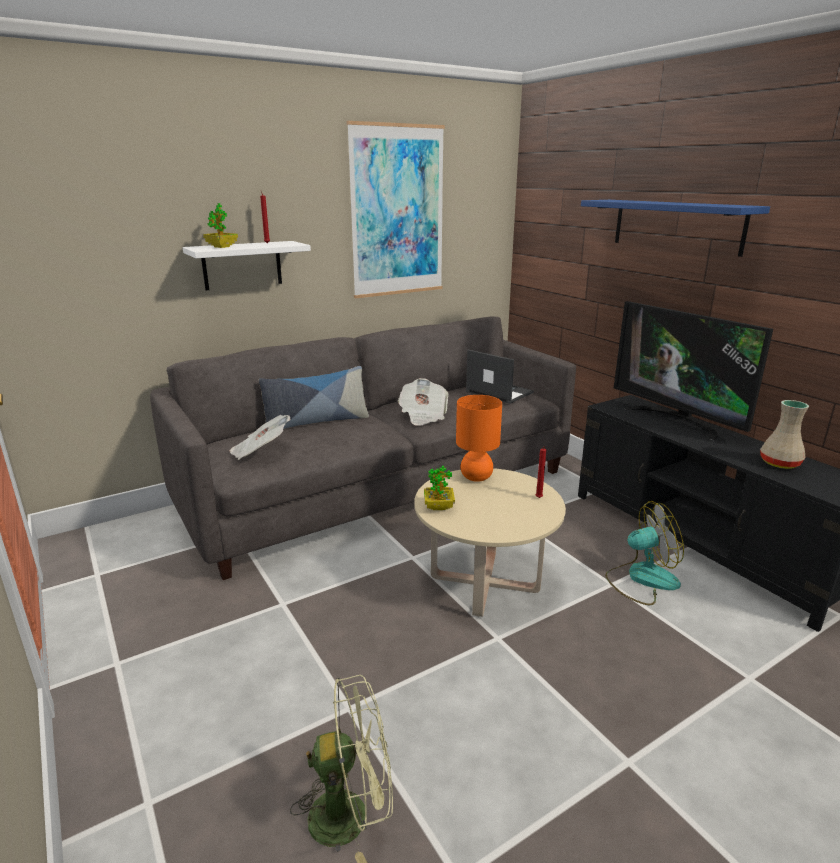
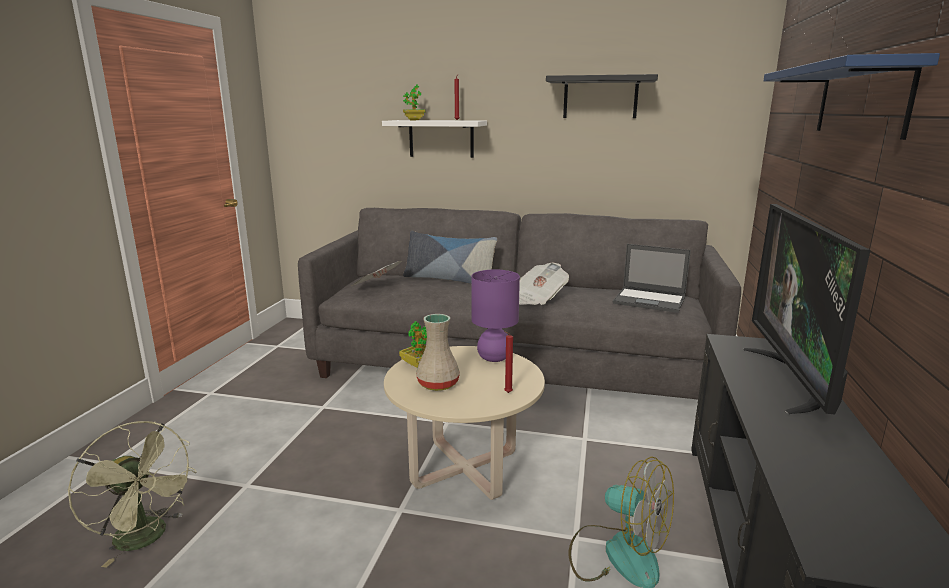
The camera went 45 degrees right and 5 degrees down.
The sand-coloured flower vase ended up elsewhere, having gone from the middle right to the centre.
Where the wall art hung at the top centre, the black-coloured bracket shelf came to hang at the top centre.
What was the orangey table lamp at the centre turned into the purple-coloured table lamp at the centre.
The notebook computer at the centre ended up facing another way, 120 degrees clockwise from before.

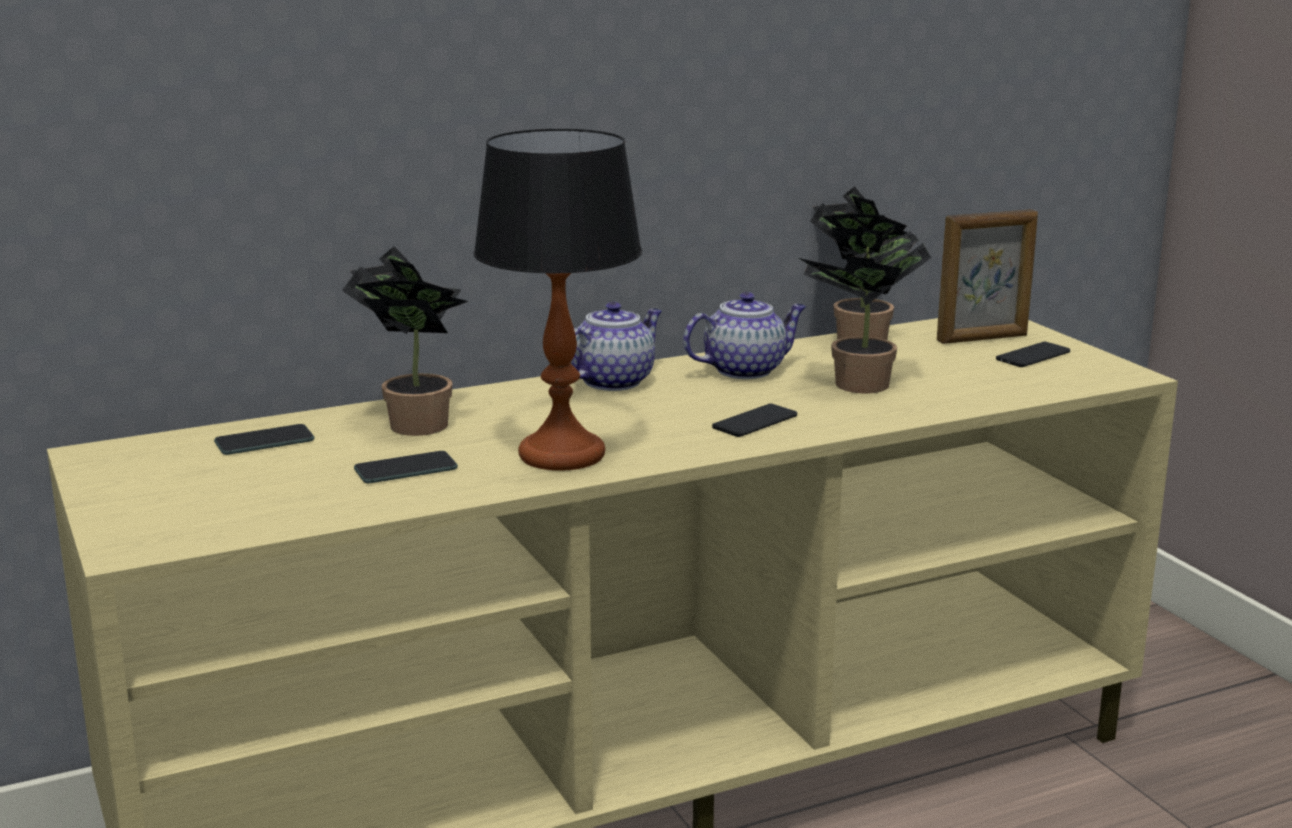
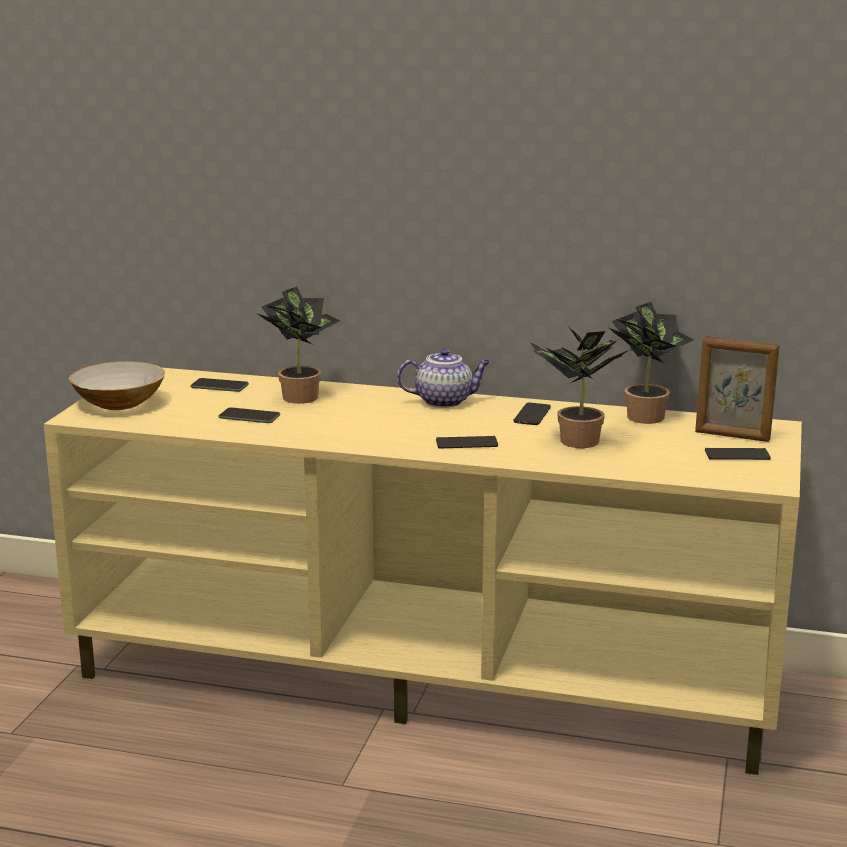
The camera went 40 degrees right and 0 degrees up.
The second view lost the table lamp at the centre.
The second view gained the bowl at the middle left.
Where the teapot (no. 2 from left) stood at the centre, the telephone (no. 4 from left) came to stand at the centre.

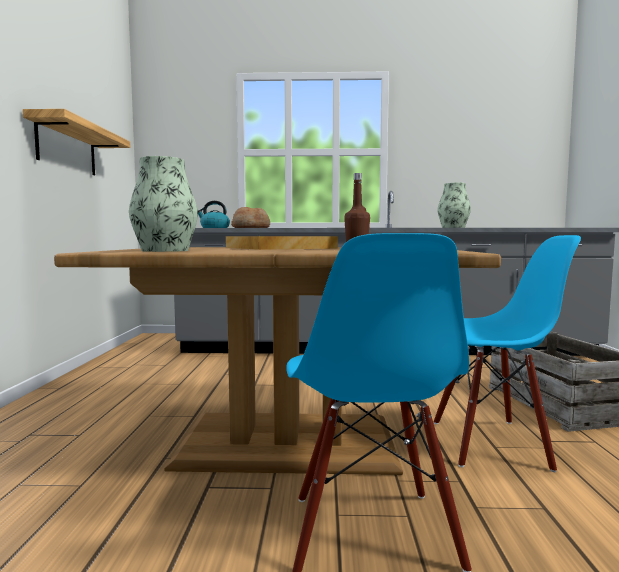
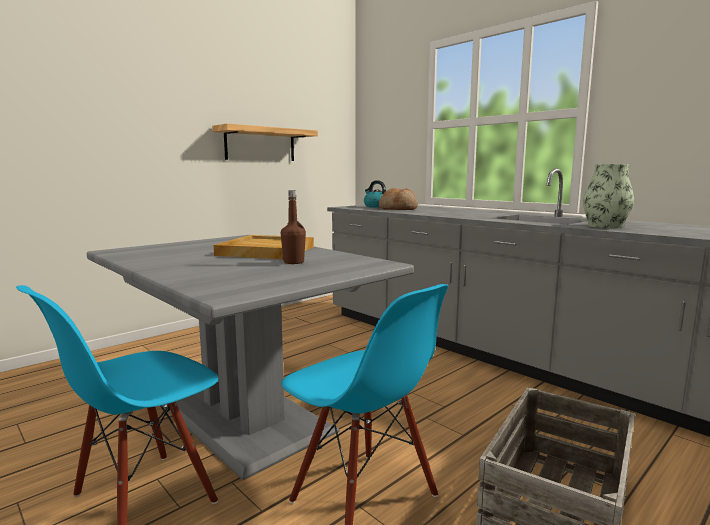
The camera went 45 degrees right and 5 degrees up.
The second view lost the flower vase (no. 1 from left) at the middle left.
What was the brown-coloured dining table at the centre turned into the greyish dining table at the bottom centre.

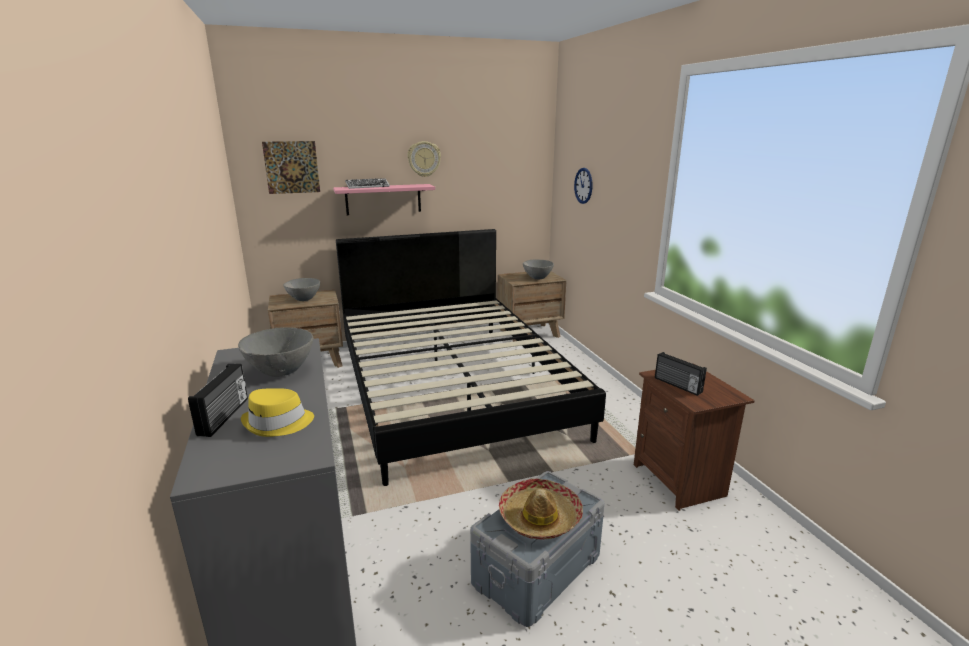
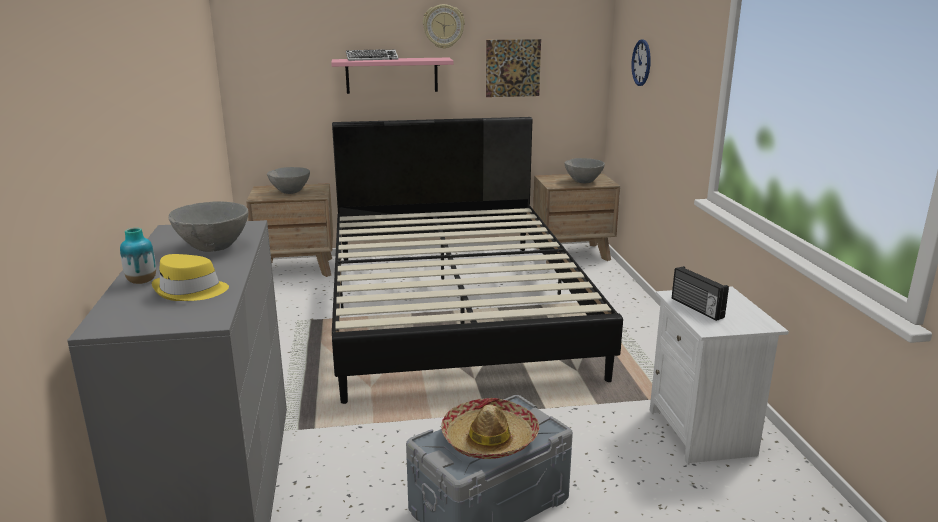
The camera went 10 degrees right and 0 degrees up.
The wall art ended up elsewhere, having gone from the top left to the top centre.
Where the radio (no. 1 from left) stood at the middle left, the flower vase came to stand at the middle left.
What was the brown-coloured bedside table (no. 3 from left) at the bottom right turned into the white bedside table at the bottom right.

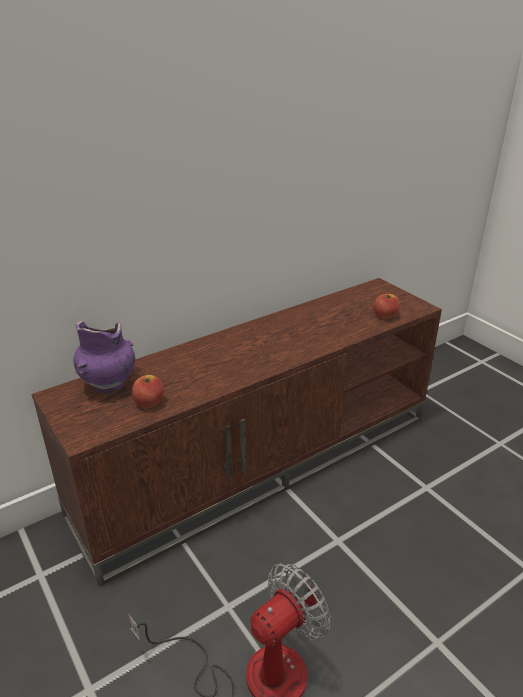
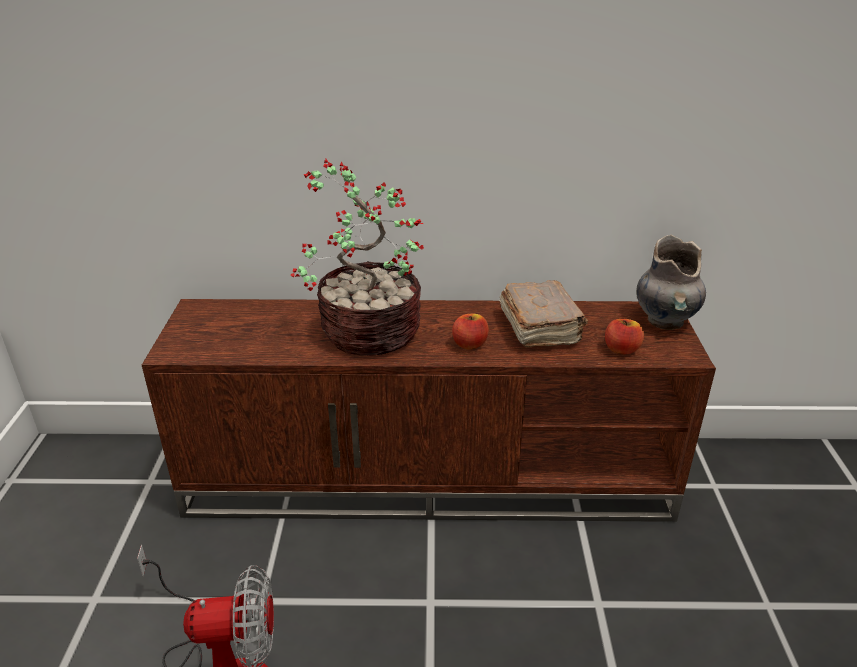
The camera went 35 degrees right and 0 degrees up.
The second view lost the purple-coloured flower vase at the middle left.
The second view gained the potted plant at the centre.
The second view gained the brown-coloured volume at the centre.
The second view gained the greyish flower vase at the middle right.
The whole apple (no. 1 from left) ended up elsewhere, having gone from the middle left to the centre.

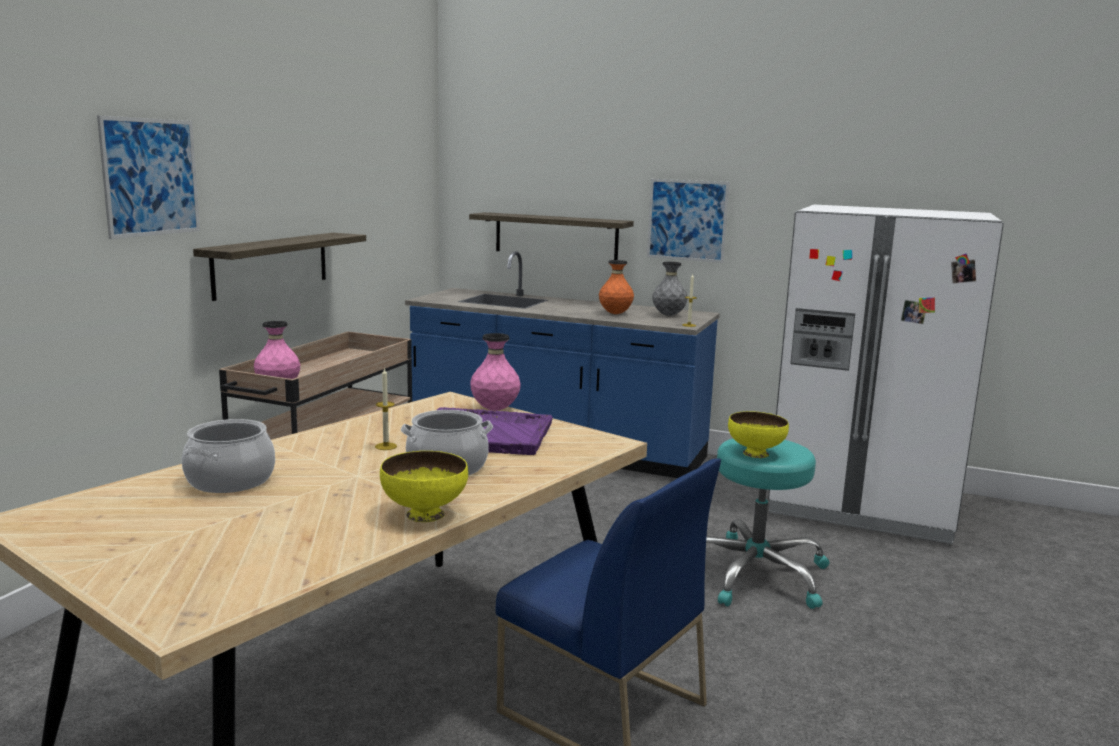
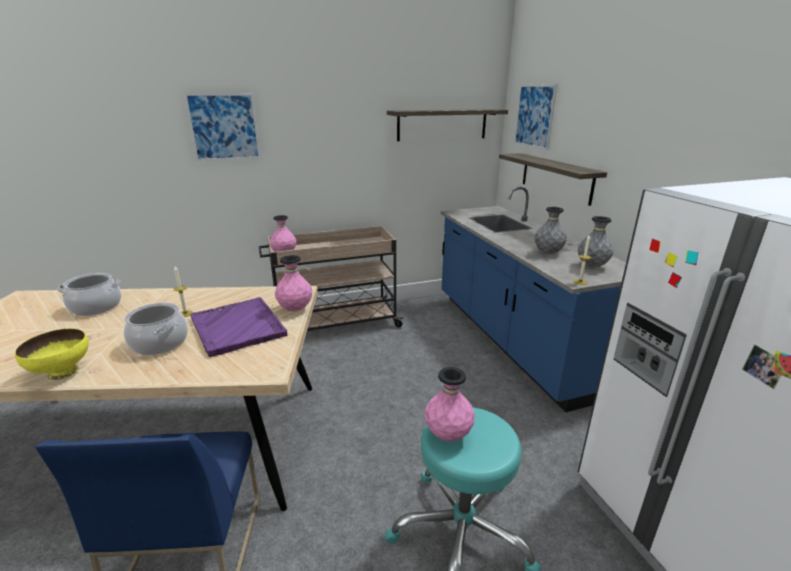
The camera went 50 degrees right and 10 degrees up.
The bracket shelf (no. 1 from left) ended up elsewhere, having gone from the middle left to the top centre.
The wall art (no. 2 from left) ended up elsewhere, having gone from the top centre to the top right.
Where the yellow bowl (no. 2 from left) stood at the middle right, the pink-coloured flower vase (no. 3 from left) came to stand at the bottom centre.
What was the orangey flower vase at the centre turned into the greyish flower vase (no. 1 from left) at the middle right.

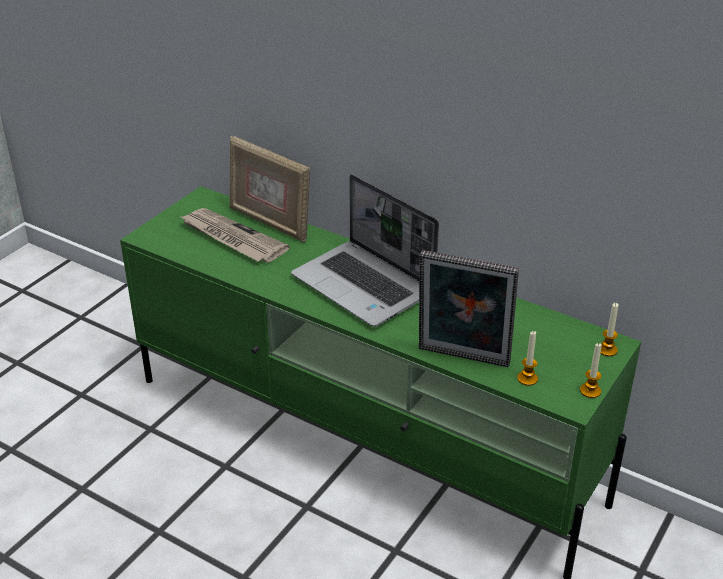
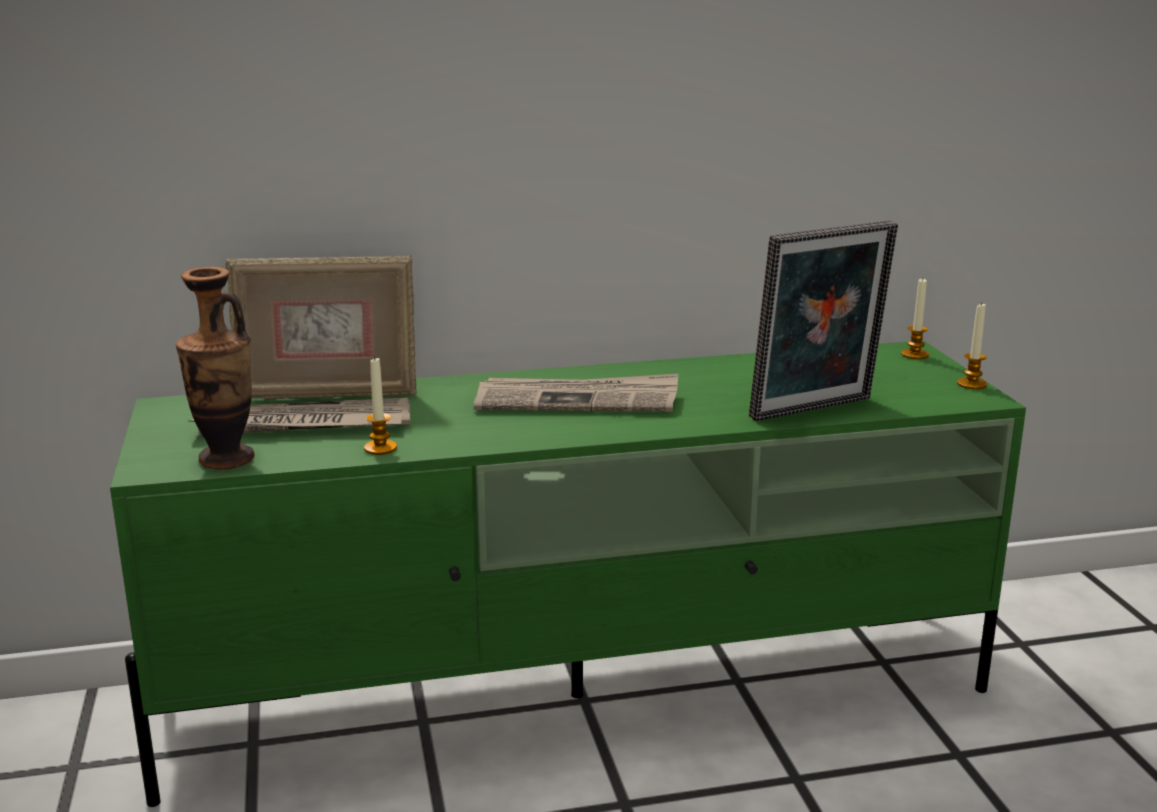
The camera went 45 degrees left and 15 degrees down.
The second view gained the flower vase at the middle left.
The wax candle (no. 1 from left) ended up elsewhere, having gone from the middle right to the middle left.
Where the notebook computer stood at the centre, the printed paper (no. 2 from left) came to stand at the centre.

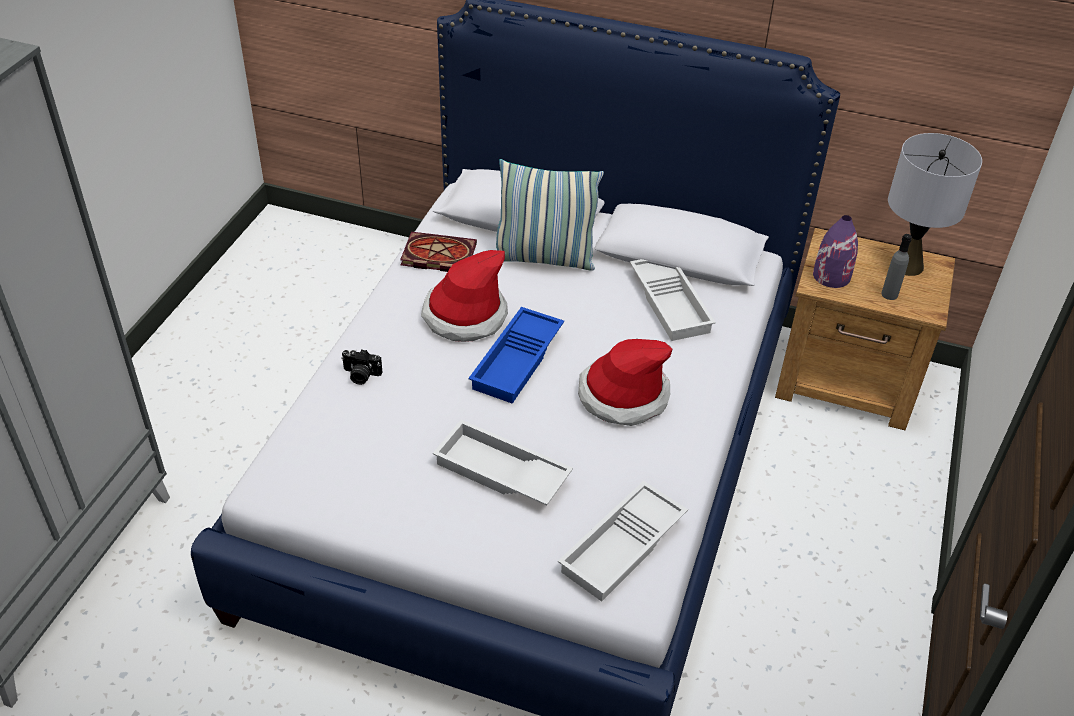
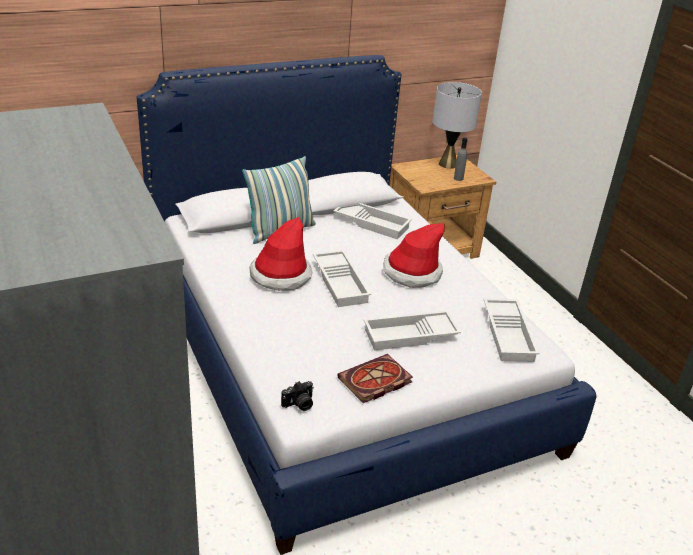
The camera went 45 degrees left and 10 degrees down.
The second view lost the purple-coloured flower vase at the middle right.
The still camera ended up elsewhere, having gone from the centre to the bottom centre.
The volume ended up elsewhere, having gone from the centre to the bottom centre.
What was the bluish carrying tray at the centre turned into the white carrying tray (no. 1 from left) at the centre.

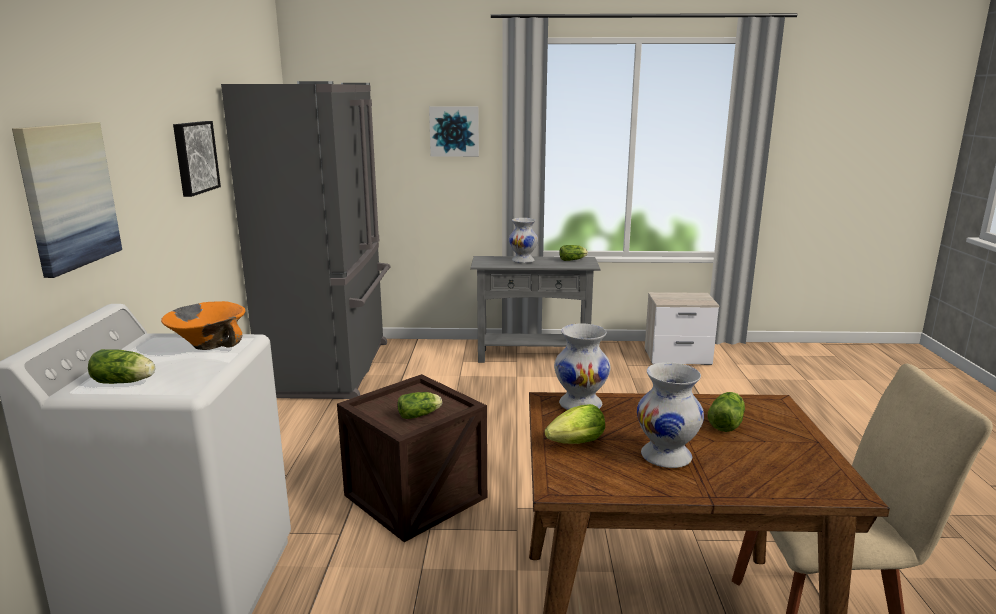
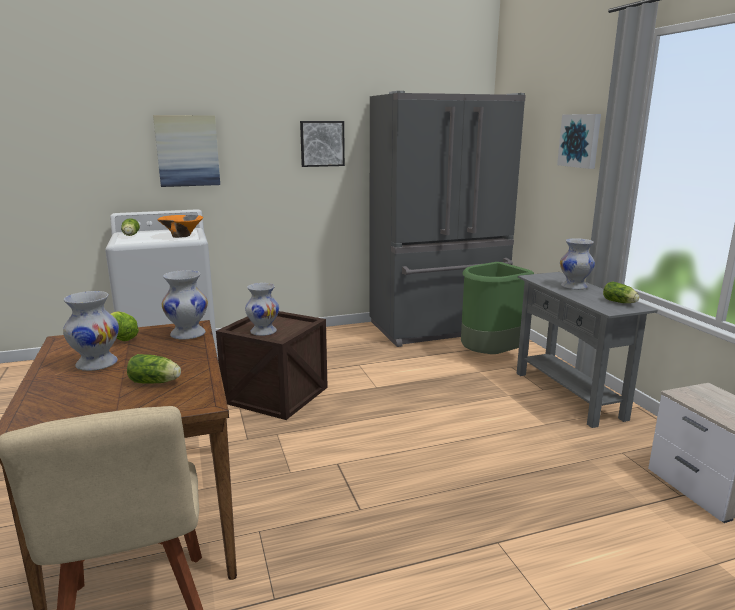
The camera went 70 degrees right and 0 degrees up.
The second view gained the green-coloured trash can at the middle right.
Where the head of lettuce (no. 2 from left) stood at the centre, the white flower vase (no. 3 from left) came to stand at the centre.

